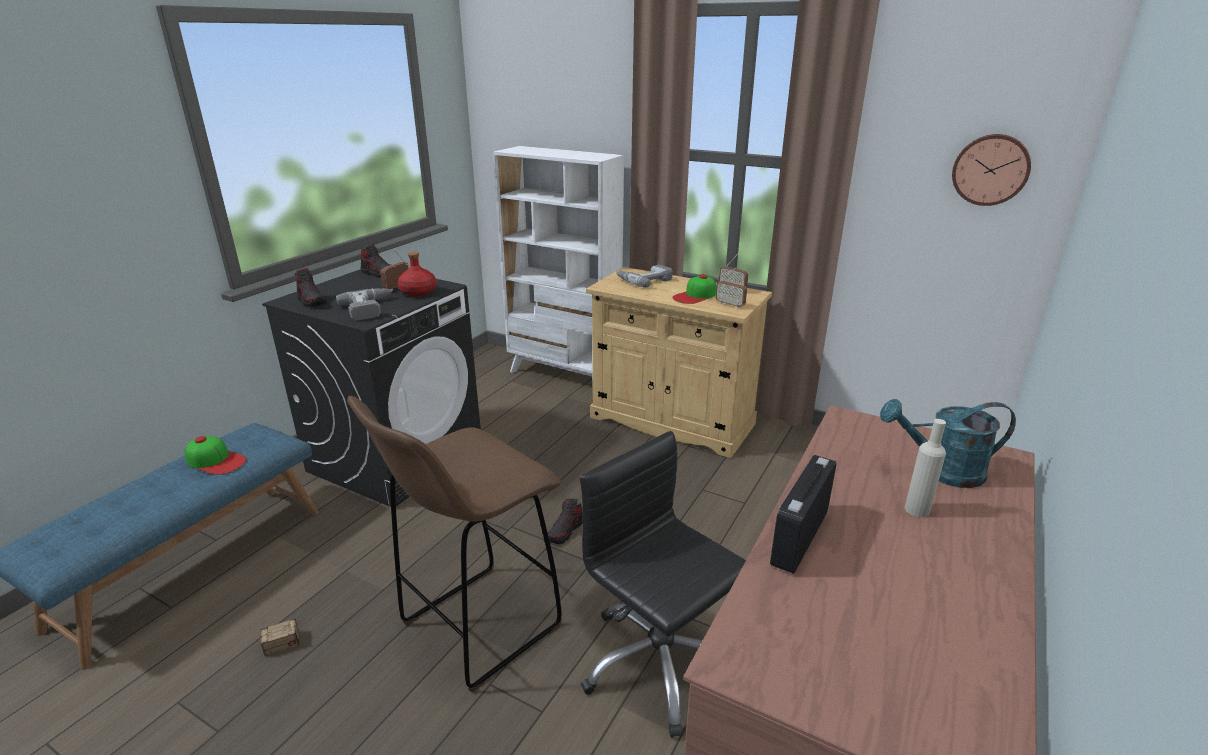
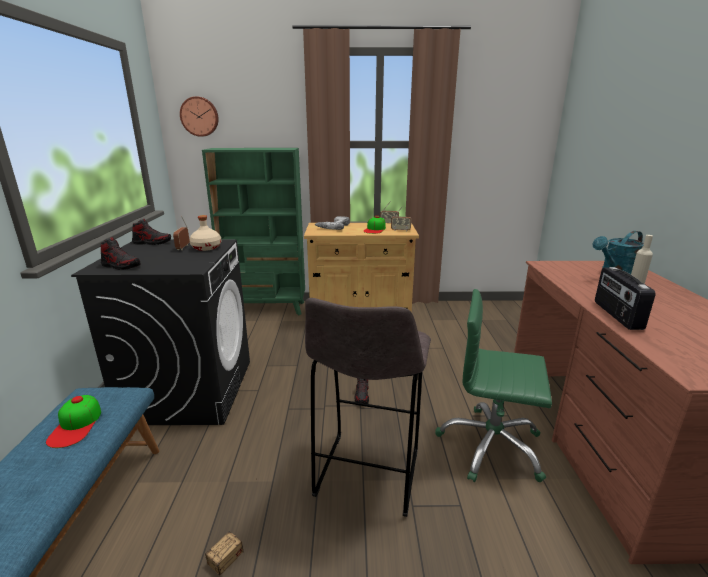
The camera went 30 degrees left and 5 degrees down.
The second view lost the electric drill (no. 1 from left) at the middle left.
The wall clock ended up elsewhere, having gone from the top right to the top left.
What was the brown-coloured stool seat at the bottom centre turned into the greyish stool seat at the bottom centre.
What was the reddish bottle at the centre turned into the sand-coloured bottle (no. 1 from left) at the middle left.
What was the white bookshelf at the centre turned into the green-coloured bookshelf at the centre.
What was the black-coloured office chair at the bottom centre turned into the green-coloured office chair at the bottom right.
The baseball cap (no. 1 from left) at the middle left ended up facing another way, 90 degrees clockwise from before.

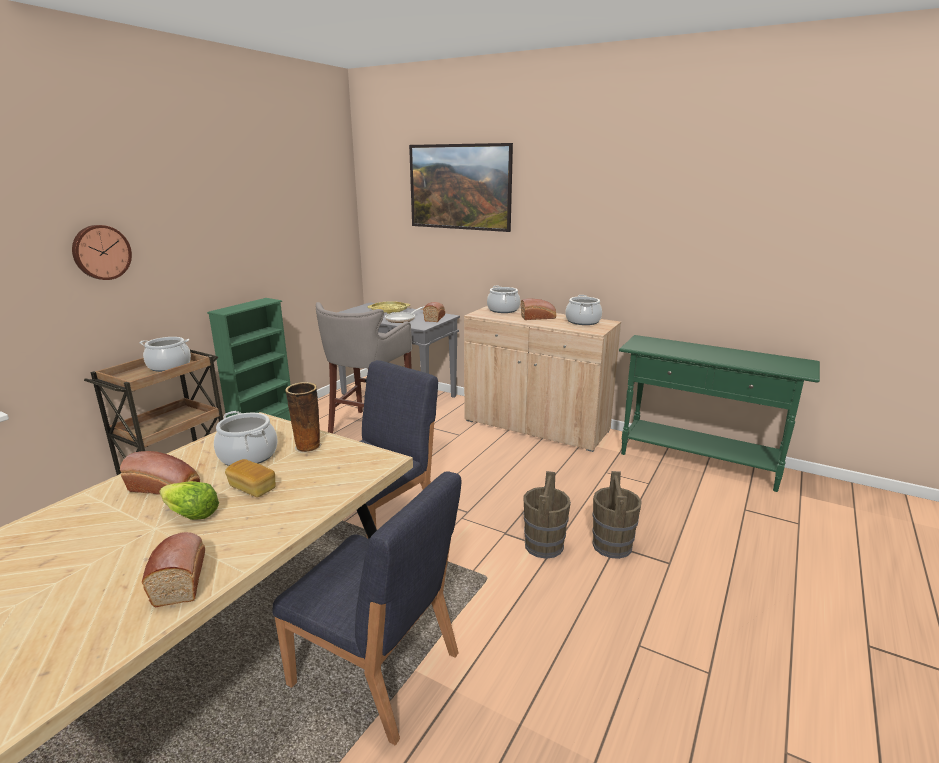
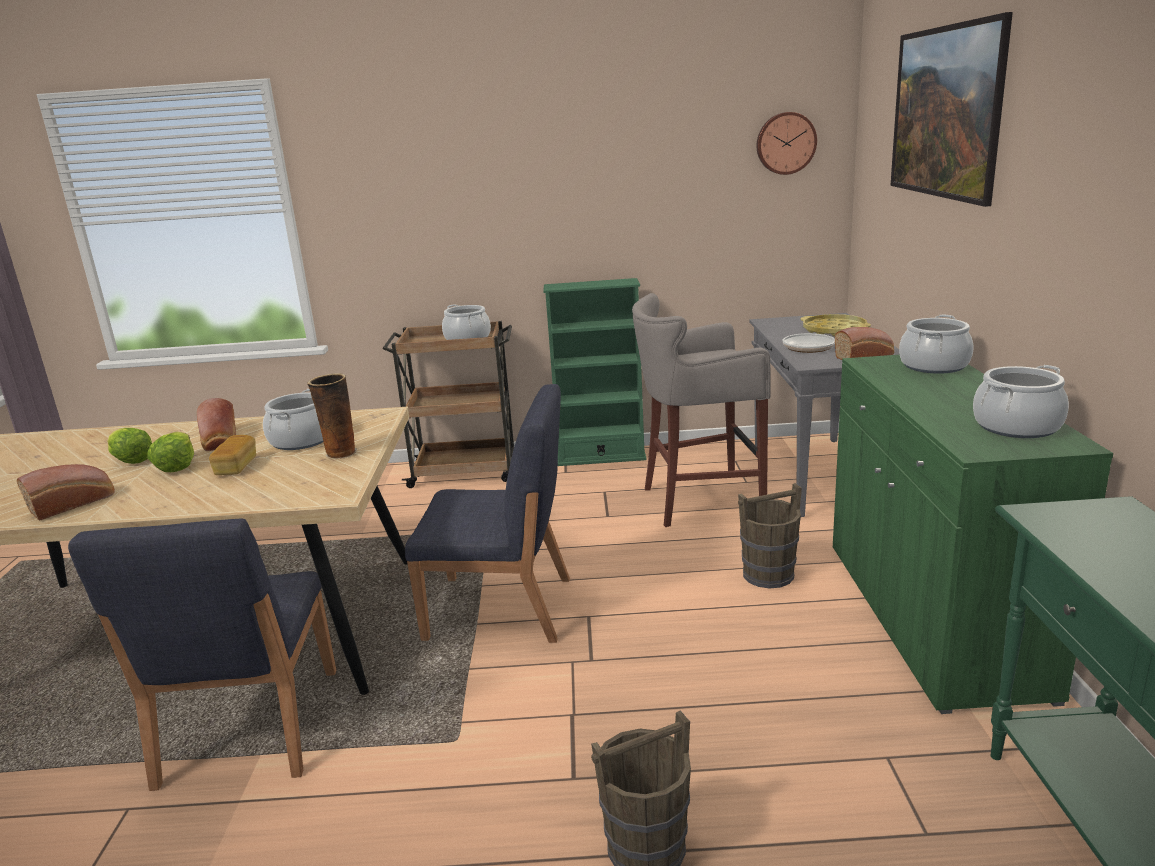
The camera went 60 degrees right and 0 degrees up.
The second view lost the bakery bread (no. 5 from left) at the centre.
The second view gained the head of lettuce (no. 1 from left) at the middle left.
The wall clock ended up elsewhere, having gone from the top left to the top right.
The brown-coloured pail (no. 1 from left in the first image) ended up elsewhere, having gone from the bottom centre to the middle right.
What was the sand-coloured cabinet at the centre turned into the green-coloured cabinet at the middle right.

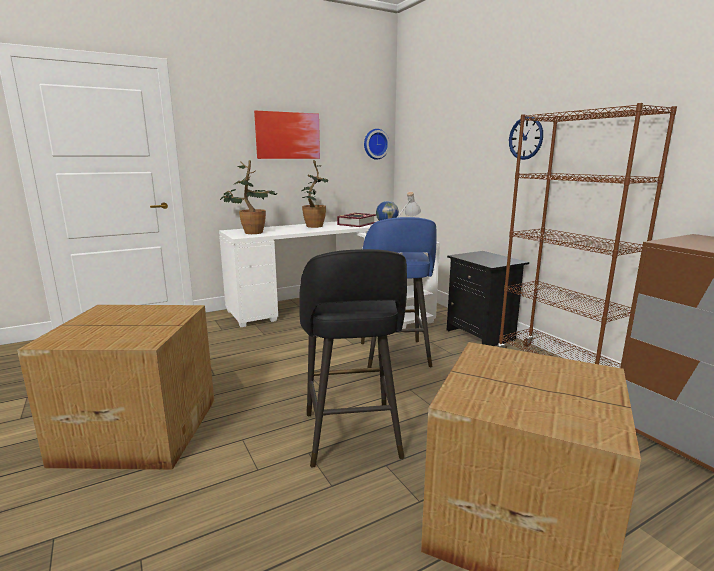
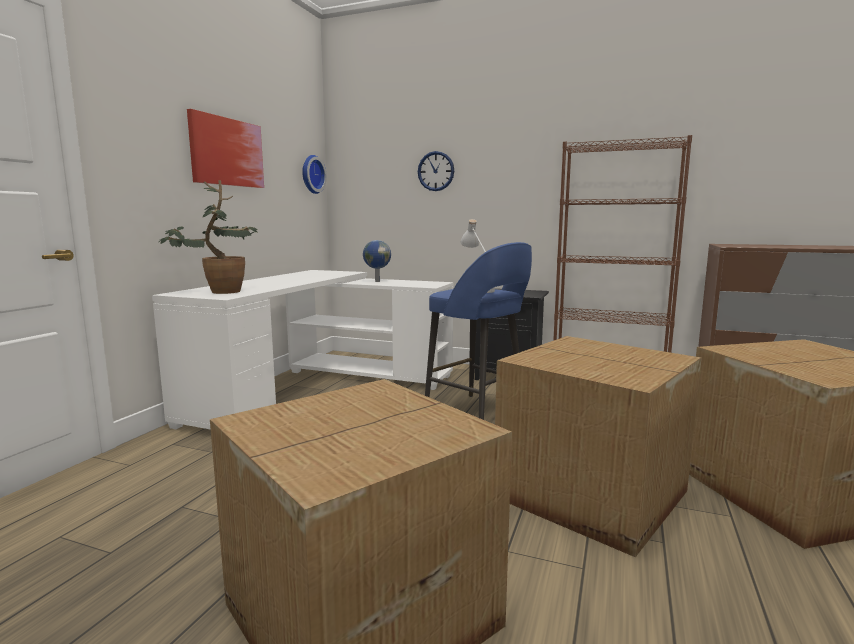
The camera went 40 degrees left and 5 degrees down.
The second view lost the potted plant (no. 2 from left) at the centre.
The second view lost the volume at the centre.
The wall clock (no. 2 from left) ended up elsewhere, having gone from the top right to the top centre.
Where the black-coloured stool seat stood at the centre, the packing box (no. 2 from left) came to stand at the bottom right.

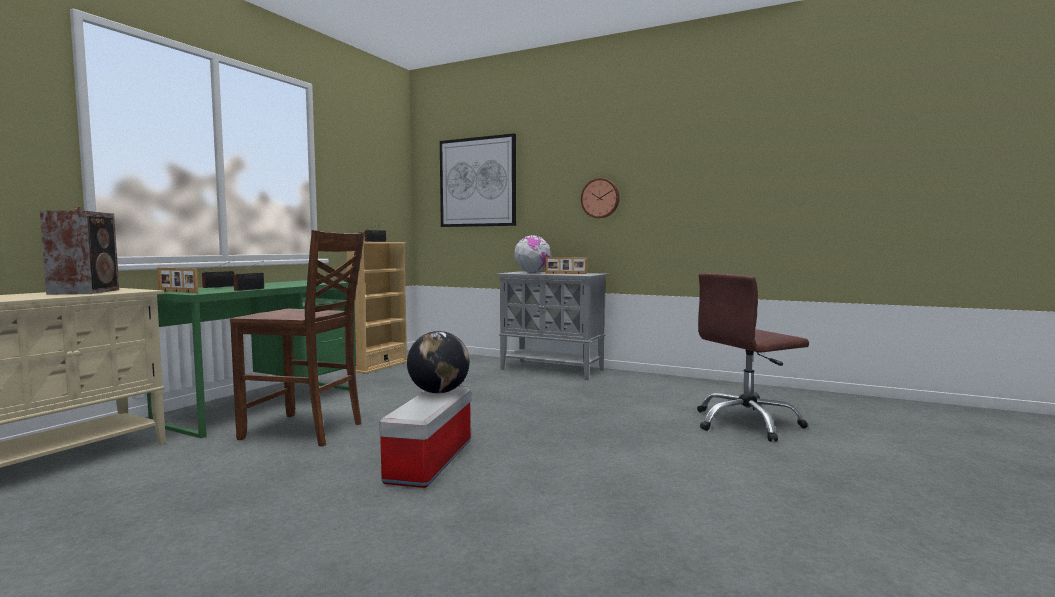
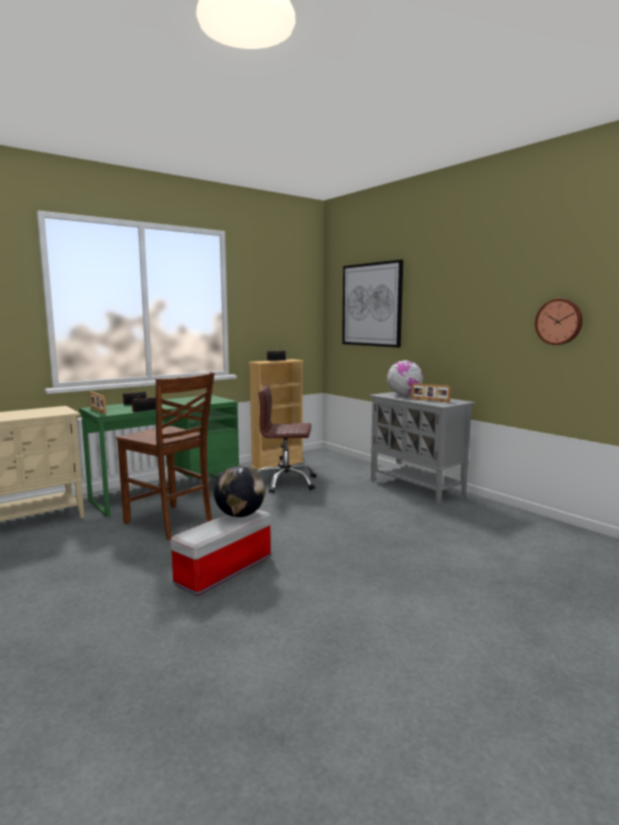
The camera went 25 degrees right and 5 degrees up.
The second view lost the audio speaker at the middle left.
The wall clock ended up elsewhere, having gone from the top centre to the middle right.
The brown-coloured office chair ended up elsewhere, having gone from the middle right to the centre.

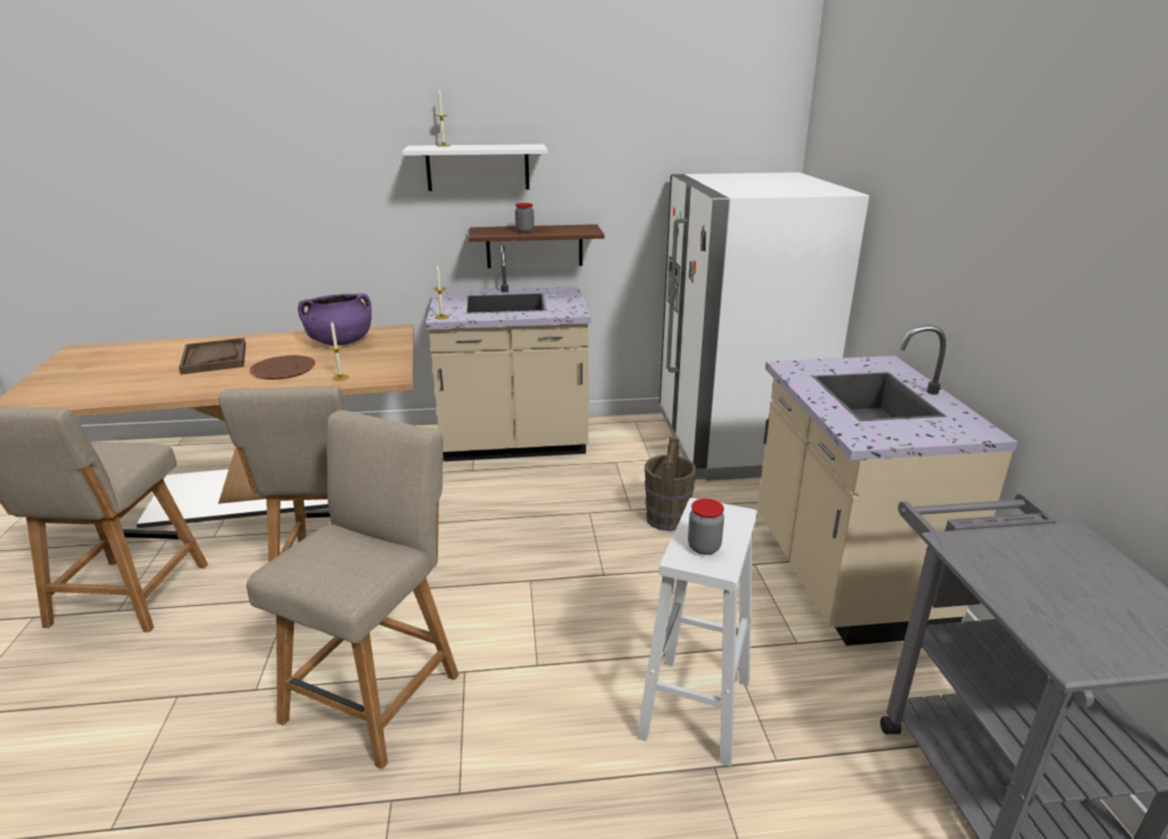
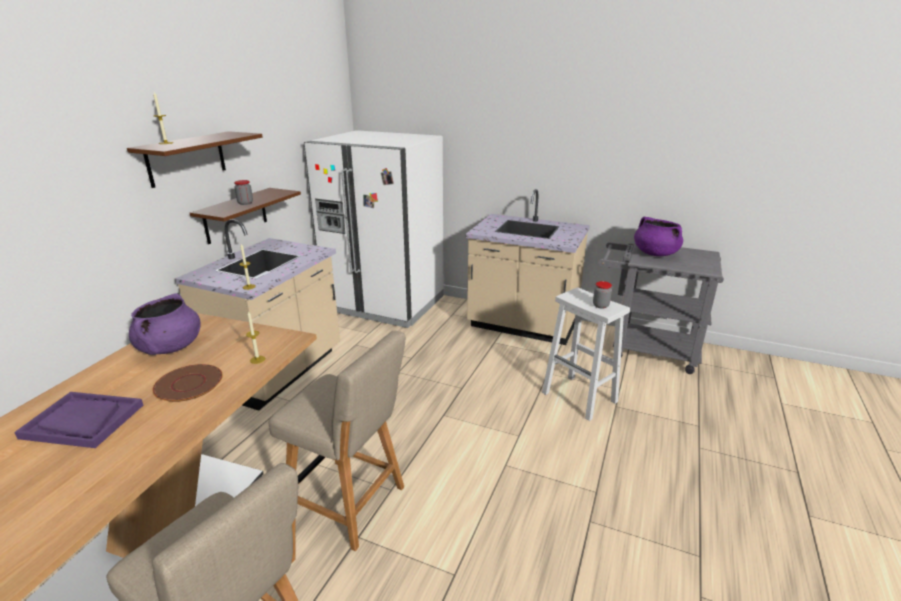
The camera went 60 degrees left and 0 degrees up.
The second view lost the sand-coloured plain chair (no. 3 from left) at the bottom left.
The second view lost the brown-coloured pail at the centre.
The second view gained the purple-coloured stockpot (no. 2 from left) at the middle right.
What was the brown-coloured carrying tray at the middle left turned into the purple-coloured carrying tray at the bottom left.
What was the white bracket shelf at the top centre turned into the brown-coloured bracket shelf (no. 1 from left) at the top left.

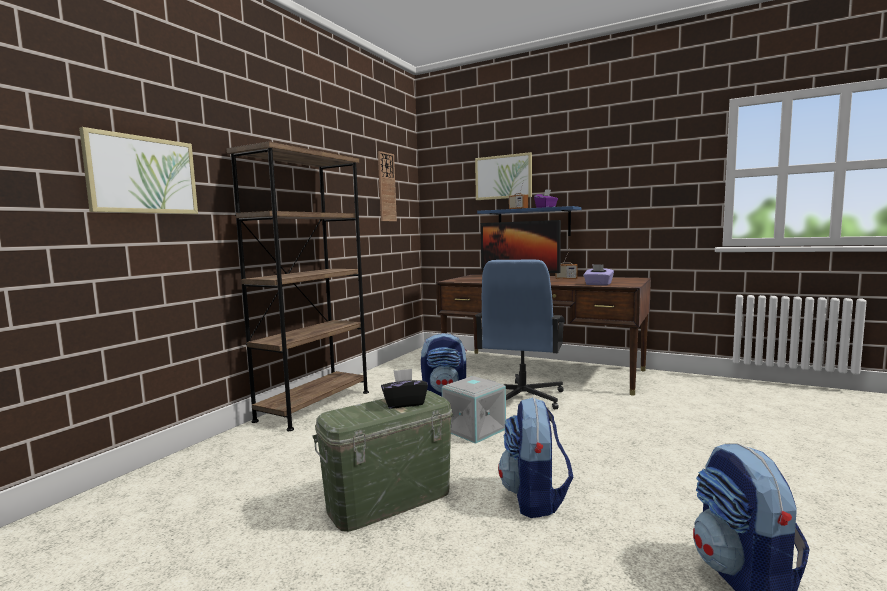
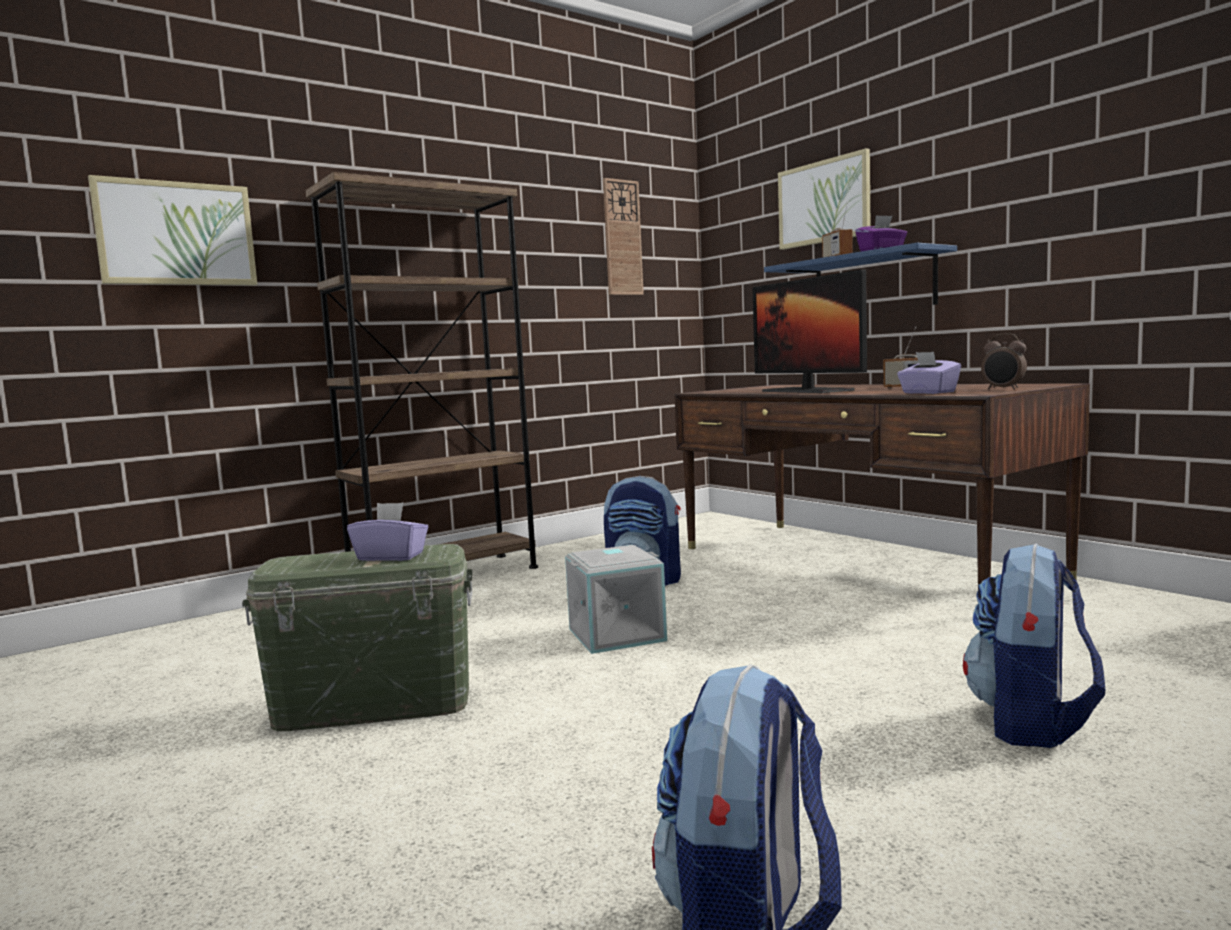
The camera went 25 degrees right and 0 degrees up.
The second view lost the bluish office chair at the centre.
The second view gained the alarm clock at the middle right.
The backpack (no. 2 from left in the first image) ended up elsewhere, having gone from the bottom centre to the bottom right.
What was the black-coloured tissue box at the centre turned into the purple-coloured tissue box (no. 1 from left) at the middle left.

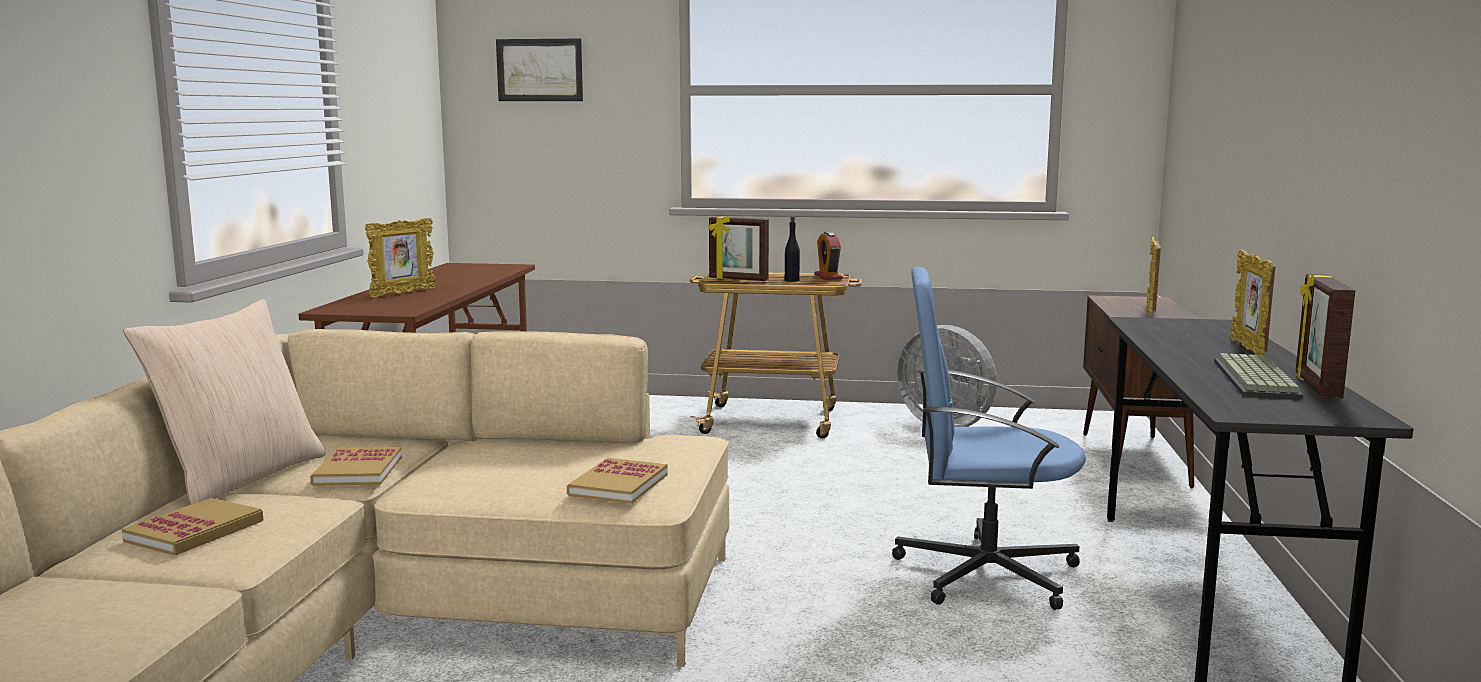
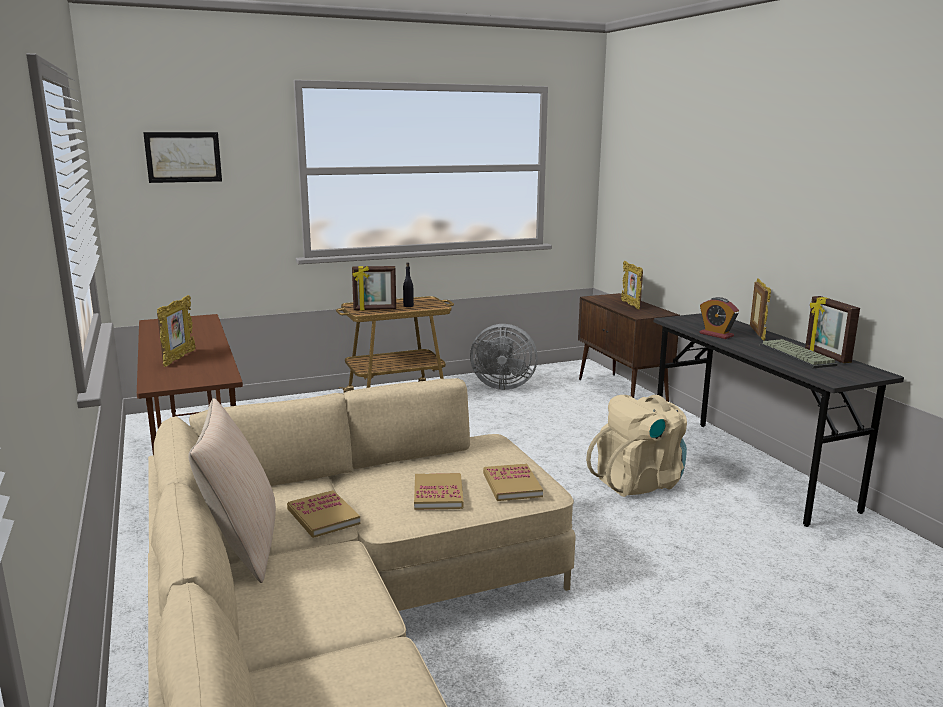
The camera went 30 degrees left and 5 degrees up.
The volume (no. 1 from left in the first image) ended up elsewhere, having gone from the bottom left to the bottom centre.
The alarm clock ended up elsewhere, having gone from the centre to the middle right.
Where the bluish office chair stood at the middle right, the sand-coloured backpack came to stand at the middle right.
The photo frame (no. 4 from left) at the middle right ended up facing another way, 150 degrees counterclockwise from before.

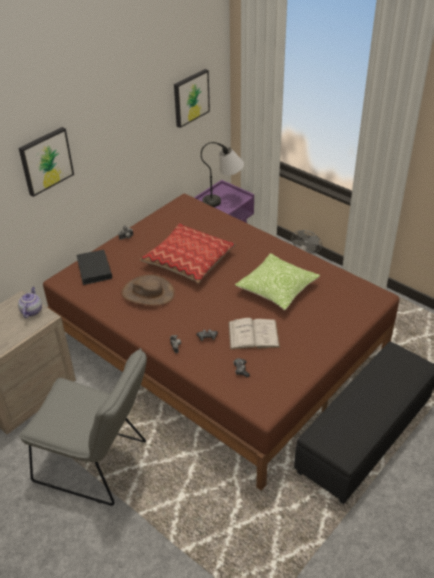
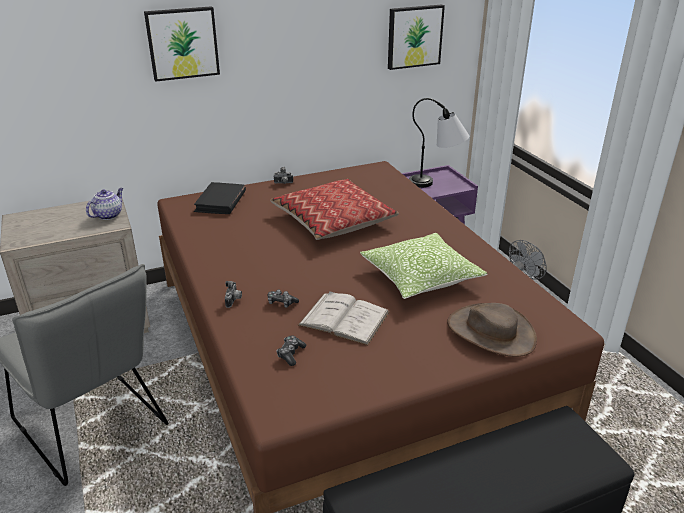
The camera went 25 degrees right and 10 degrees down.
The brown-coloured hat ended up elsewhere, having gone from the centre to the middle right.

